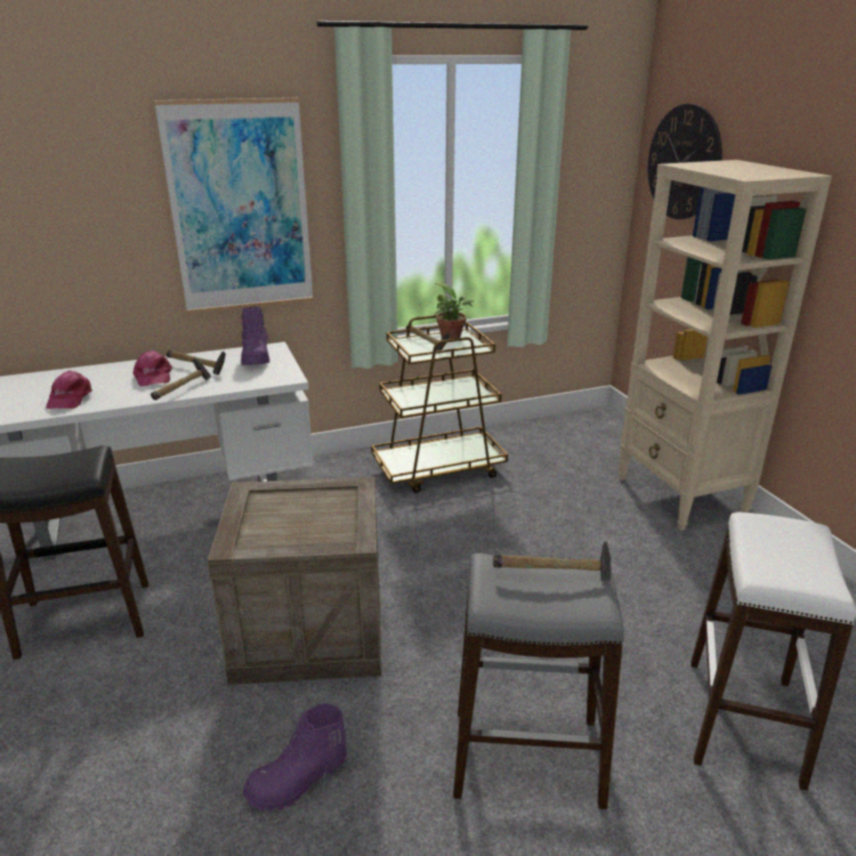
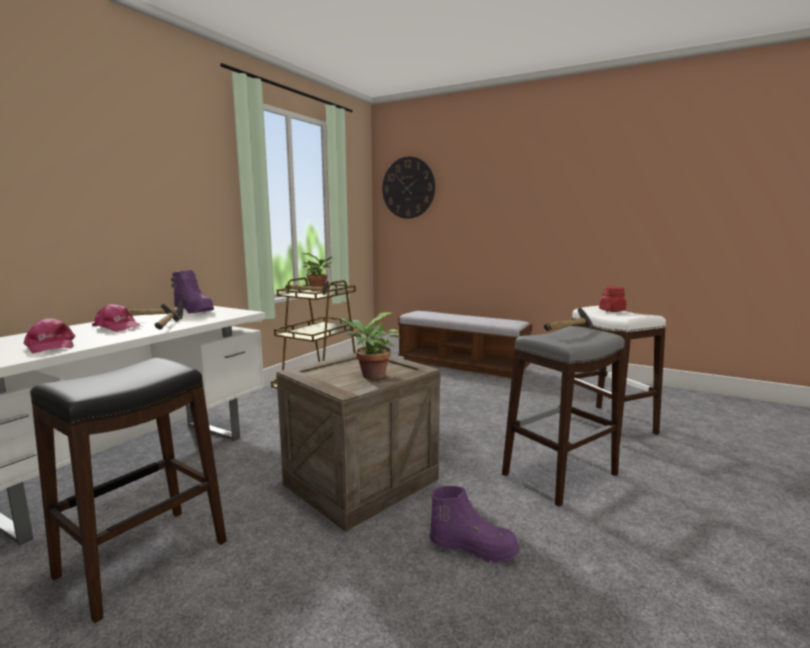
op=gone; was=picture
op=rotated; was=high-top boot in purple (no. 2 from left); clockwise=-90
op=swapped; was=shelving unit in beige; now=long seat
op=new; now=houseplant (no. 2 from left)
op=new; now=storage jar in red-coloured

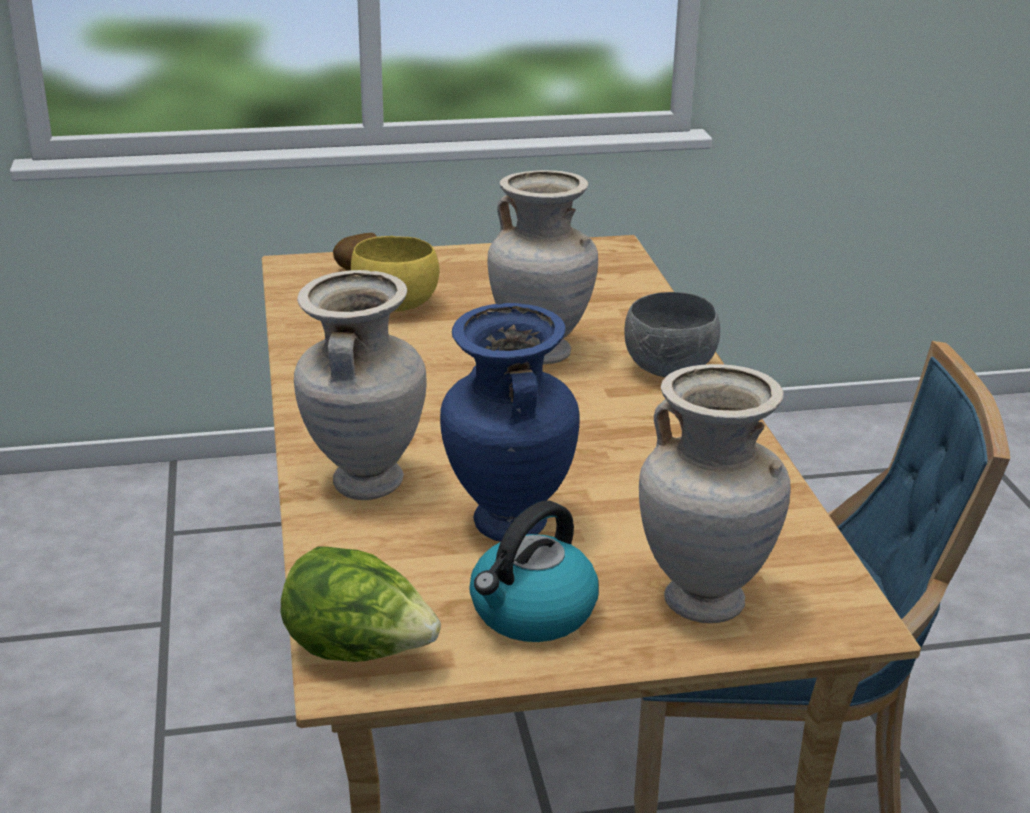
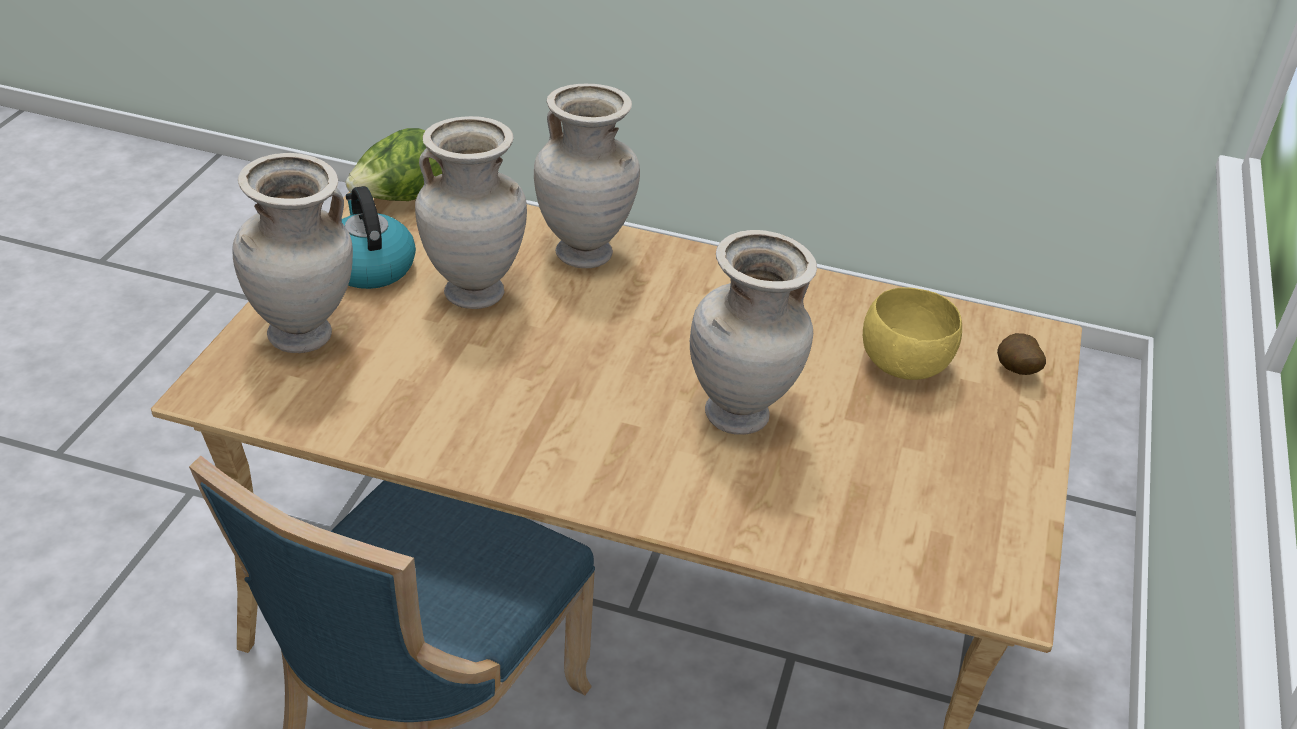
op=repainted; was=flower vase in bluish; now=flower vase in beige (no. 2 from left)
op=gone; was=serving bowl in grey

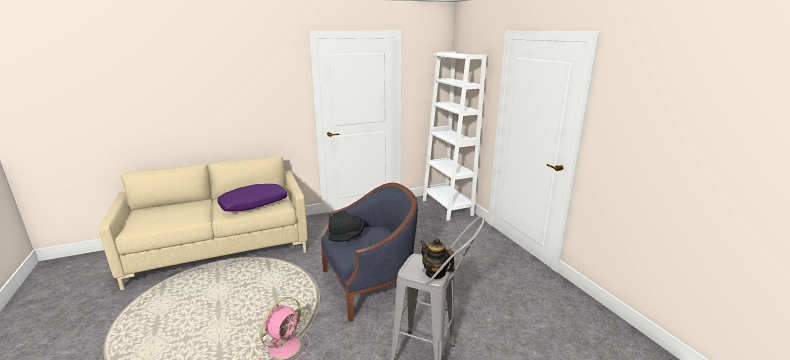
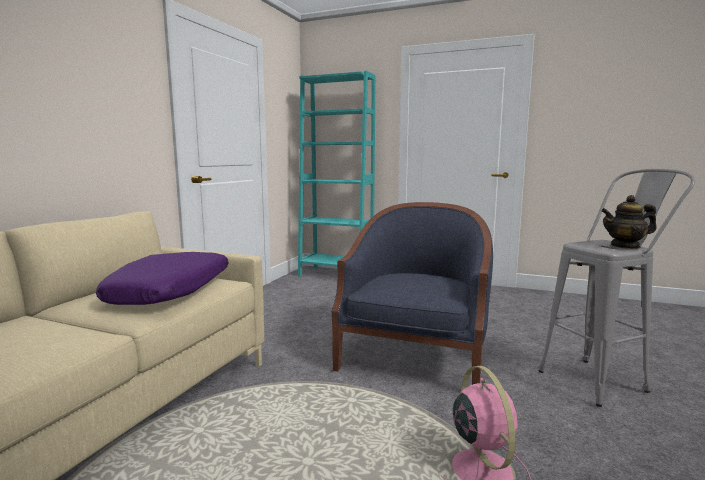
op=gone; was=hat in black-coloured
op=repainted; was=shelving unit in white; now=shelving unit in blue-green

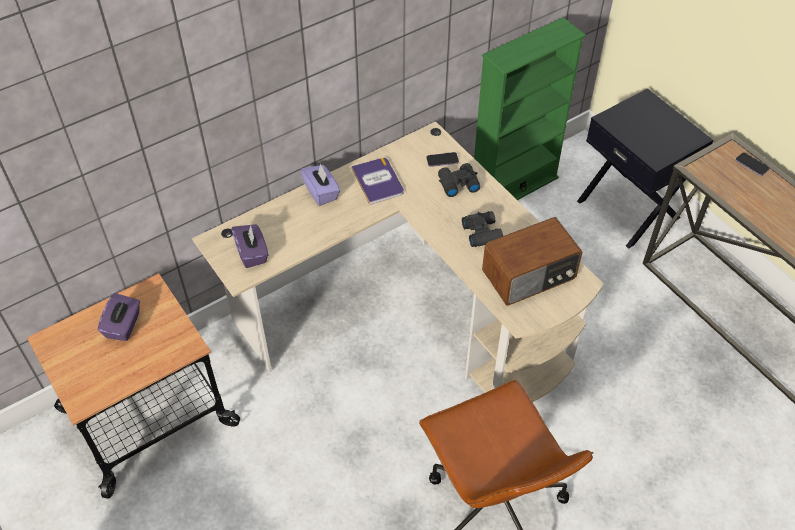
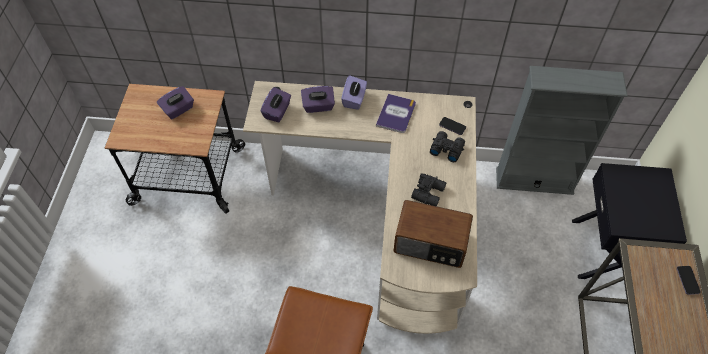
op=repainted; was=shelving unit in green-coloured; now=shelving unit in grey
op=new; now=tissue holder in purple (no. 3 from left)

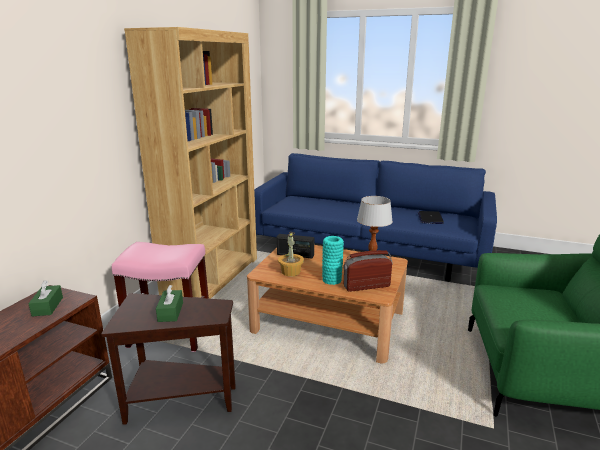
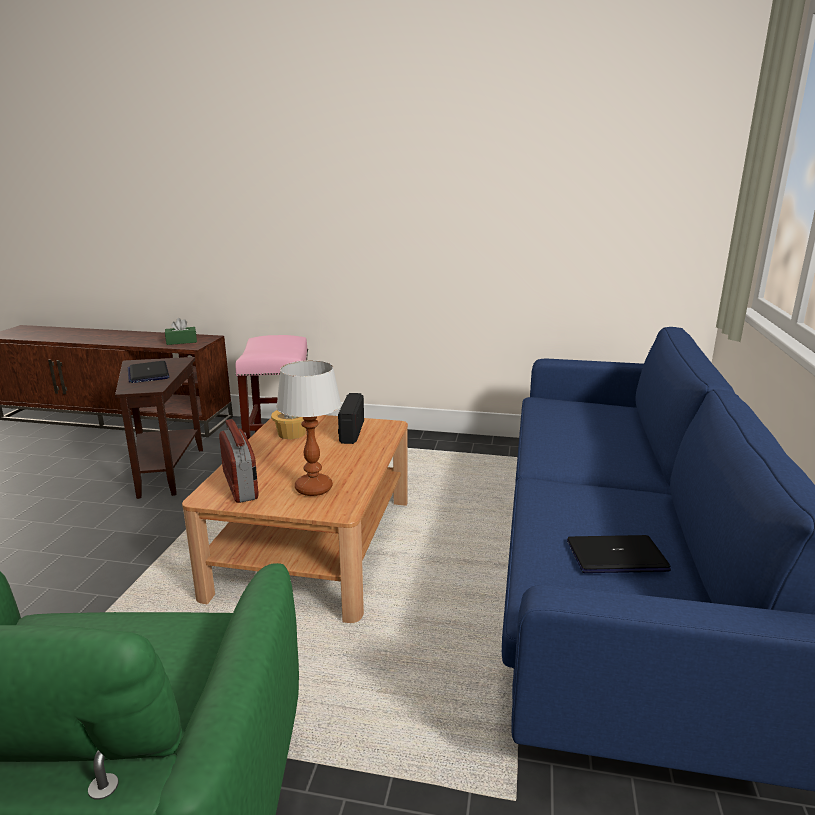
op=gone; was=shelving unit in brown
op=swapped; was=tissue holder in green-coloured (no. 2 from left); now=notebook computer (no. 1 from left)
op=gone; was=flower vase in blue-green

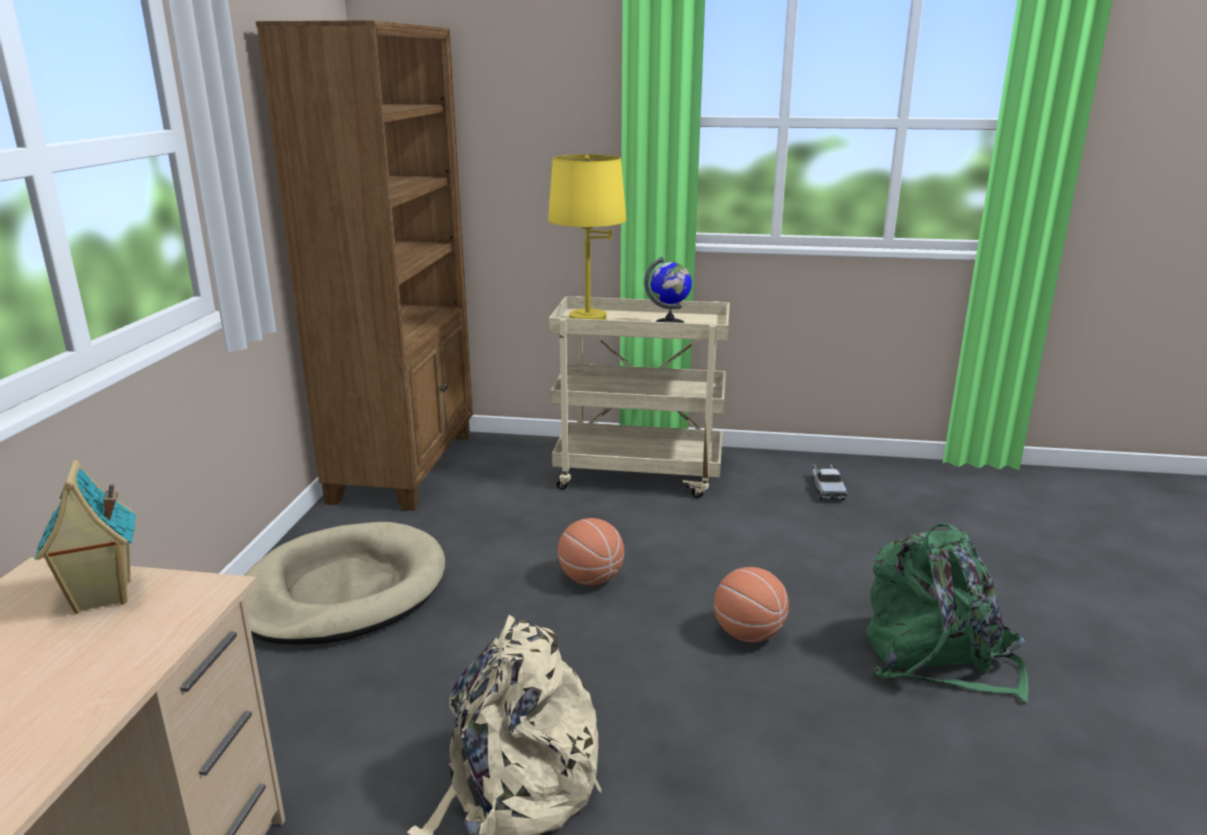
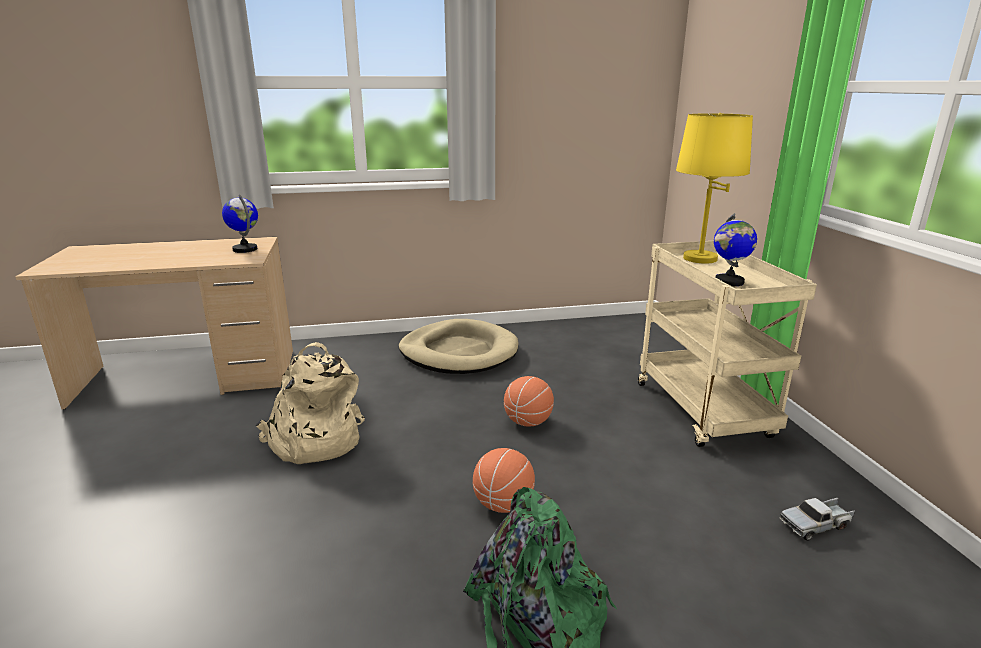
op=swapped; was=toy house; now=desk globe (no. 1 from left)
op=gone; was=shelving unit in brown

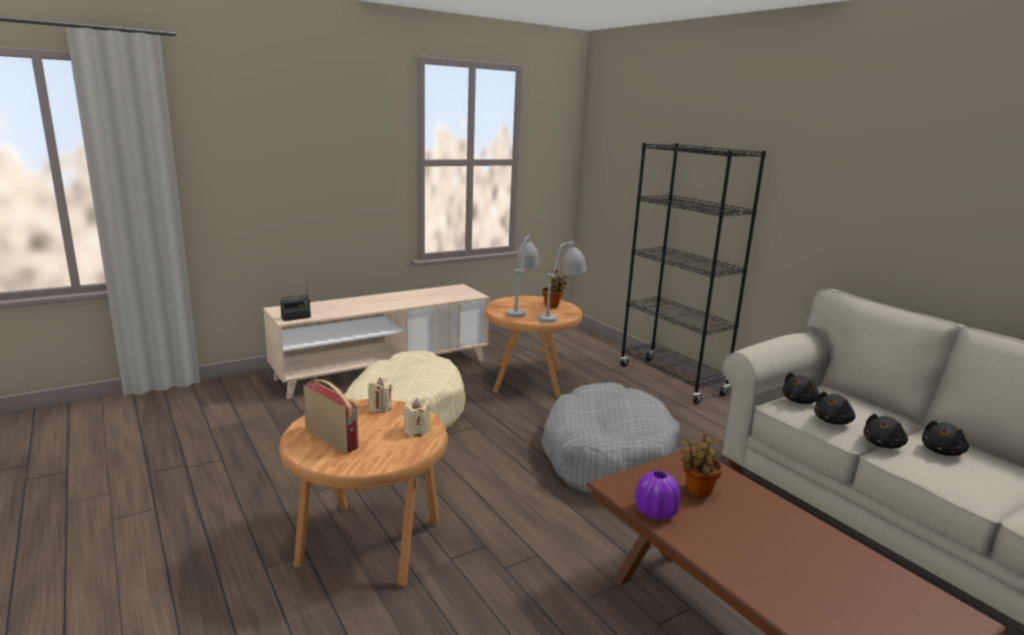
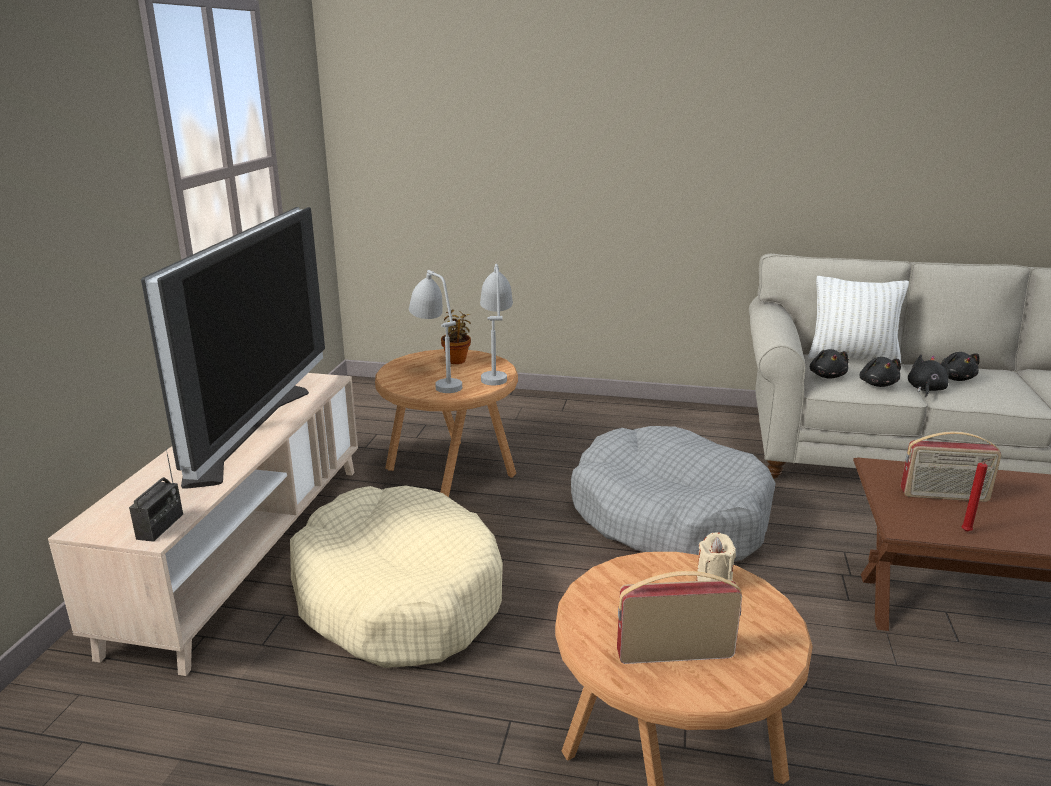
op=gone; was=wax light in beige (no. 1 from left)
op=gone; was=shelving unit in black-coloured
op=swapped; was=flower vase in purple; now=wax light in red-coloured
op=swapped; was=houseplant (no. 2 from left); now=radio (no. 3 from left)
op=rotated; was=plush toy in black-coloured (no. 3 from left); clockwise=-150
op=new; now=TV
op=new; now=cushion in white

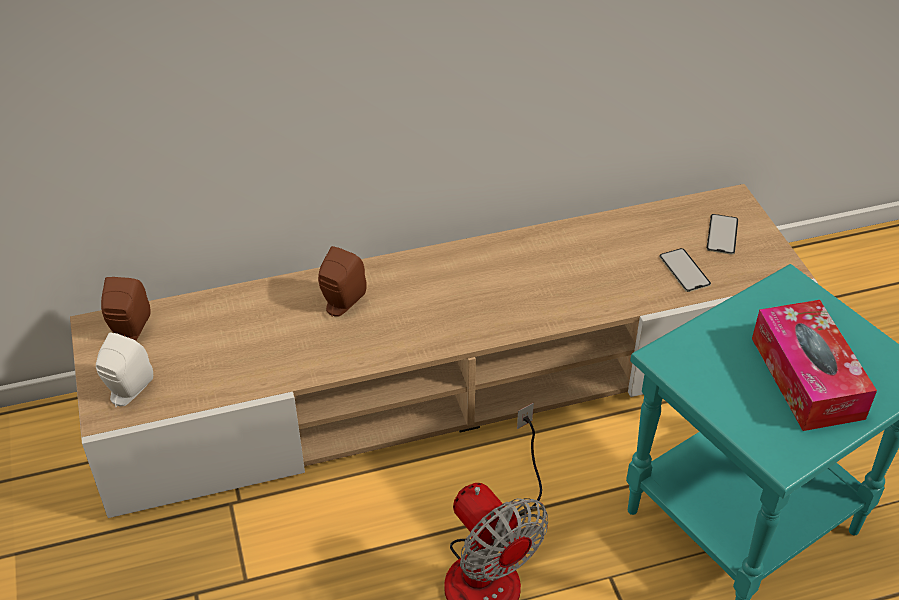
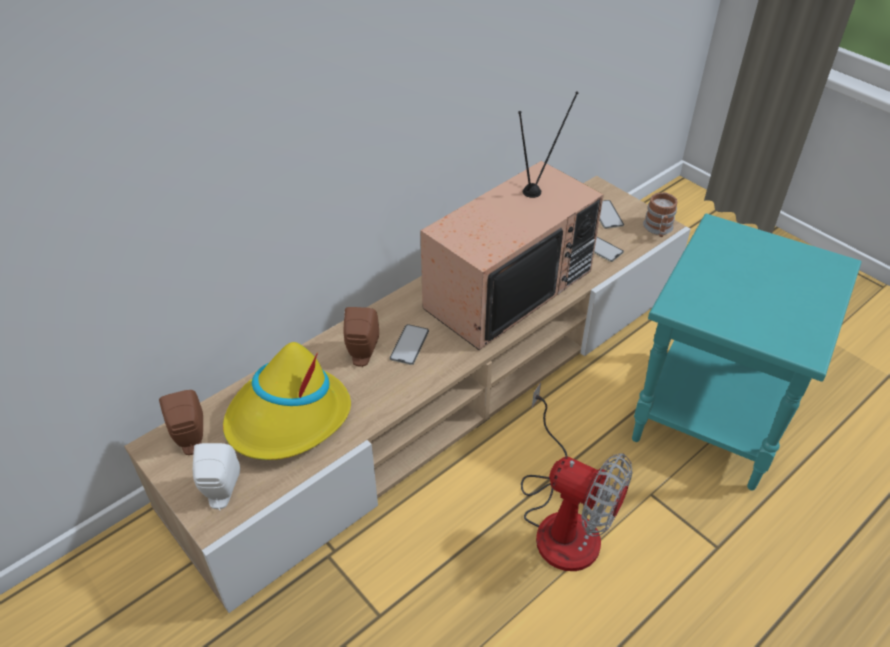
op=gone; was=tissue holder
op=new; now=hat in yellowish
op=new; now=handset (no. 1 from left)
op=new; now=TV
op=new; now=coffee mug

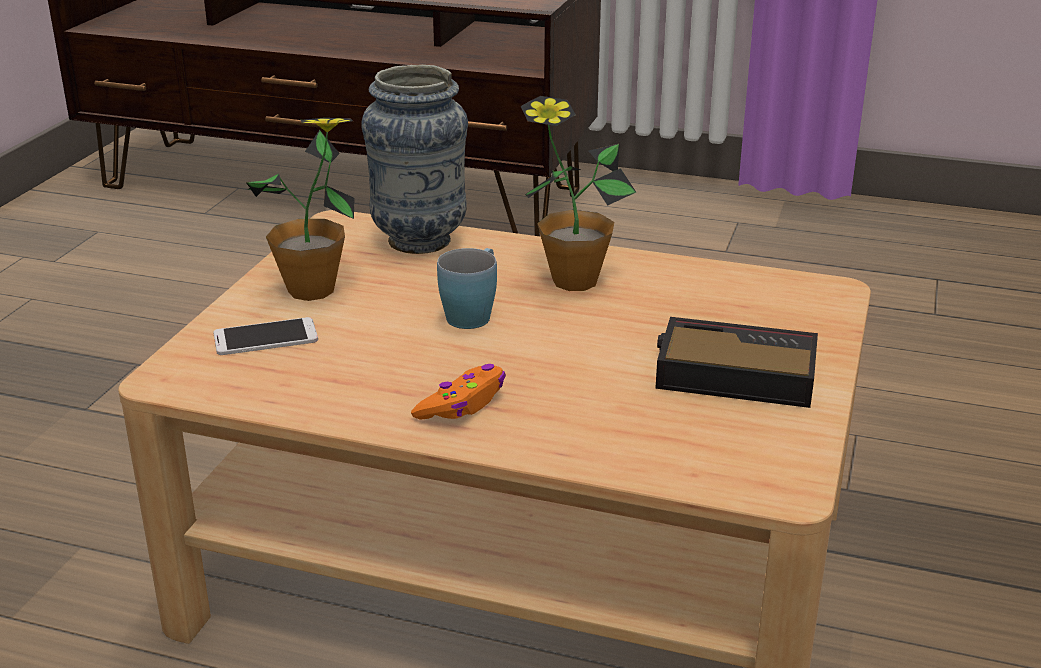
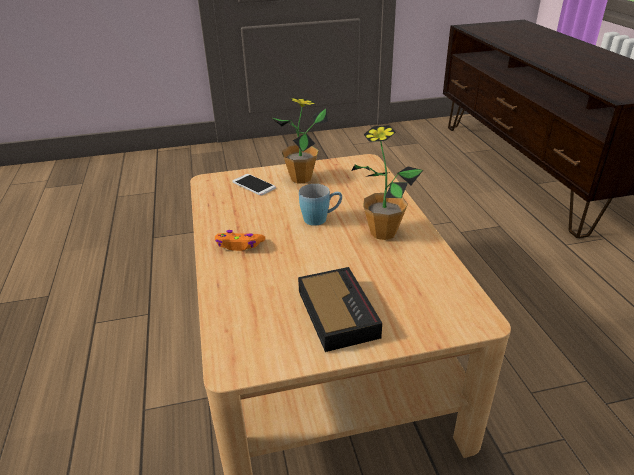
op=gone; was=flower vase

